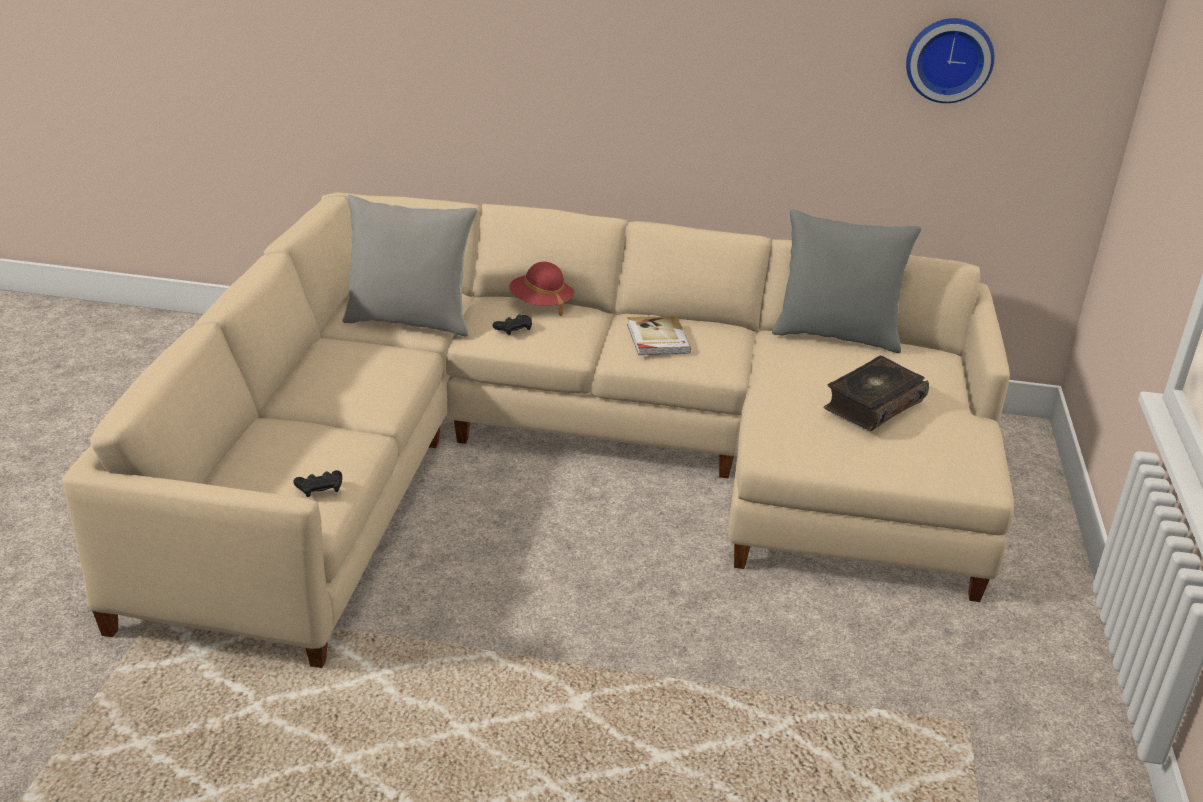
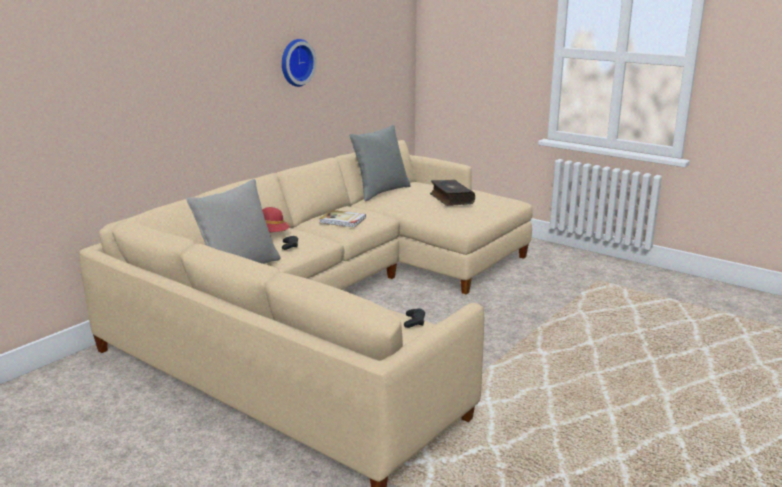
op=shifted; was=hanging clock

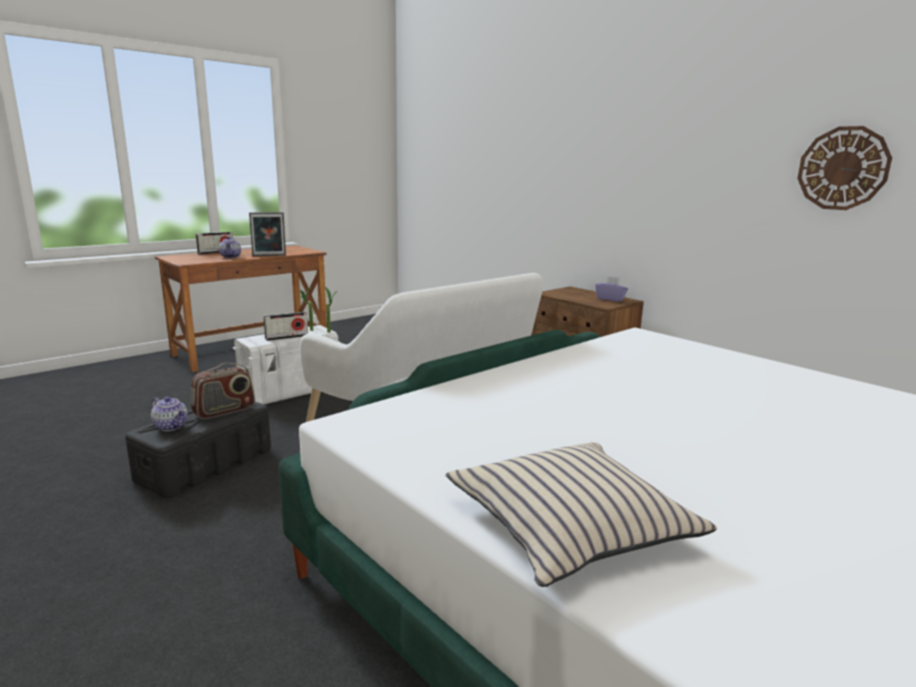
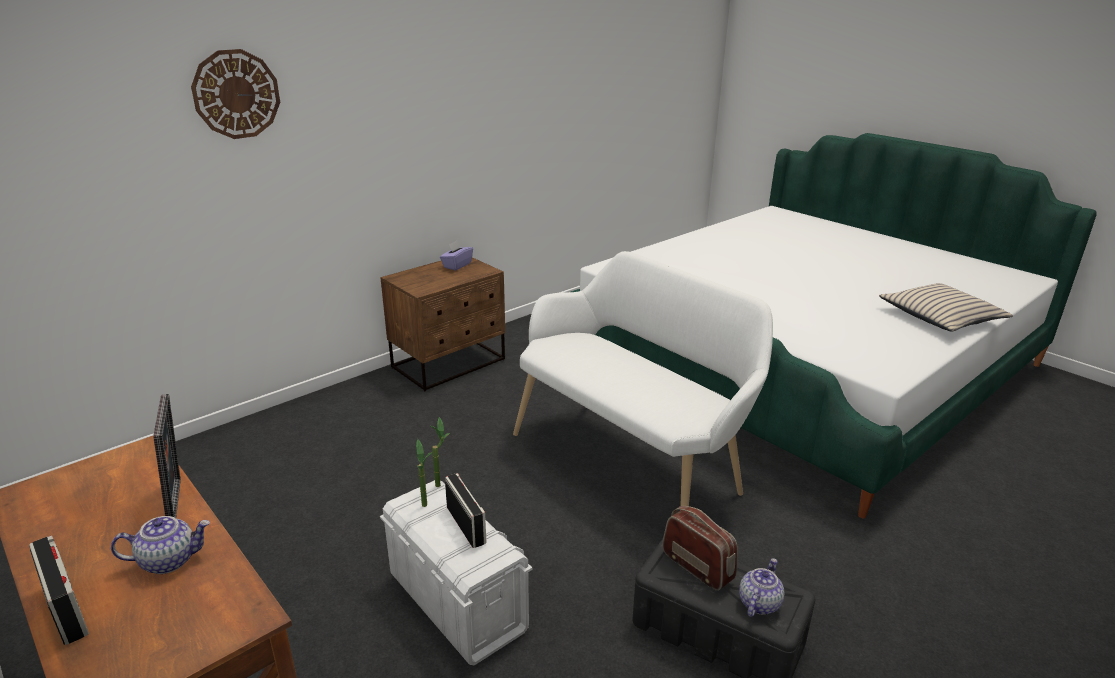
op=shifted; was=hanging clock

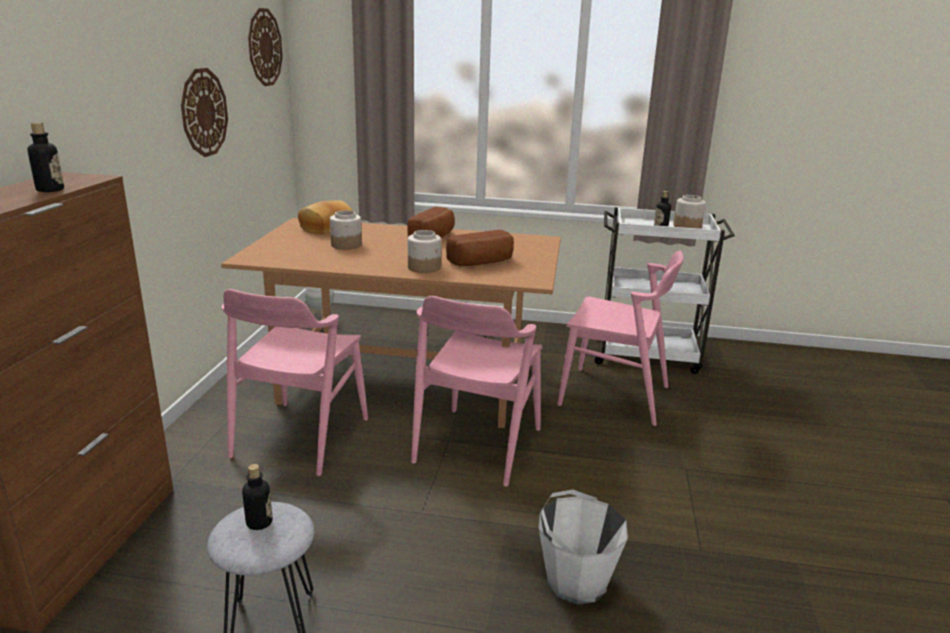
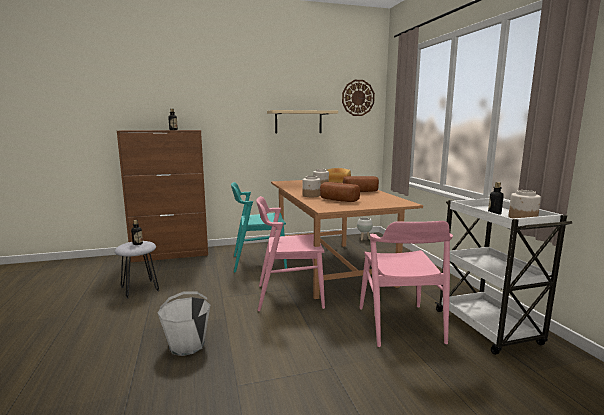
op=swapped; was=hanging clock (no. 1 from left); now=bracket shelf in beige
op=repainted; was=upright chair in pink (no. 1 from left); now=upright chair in blue-green

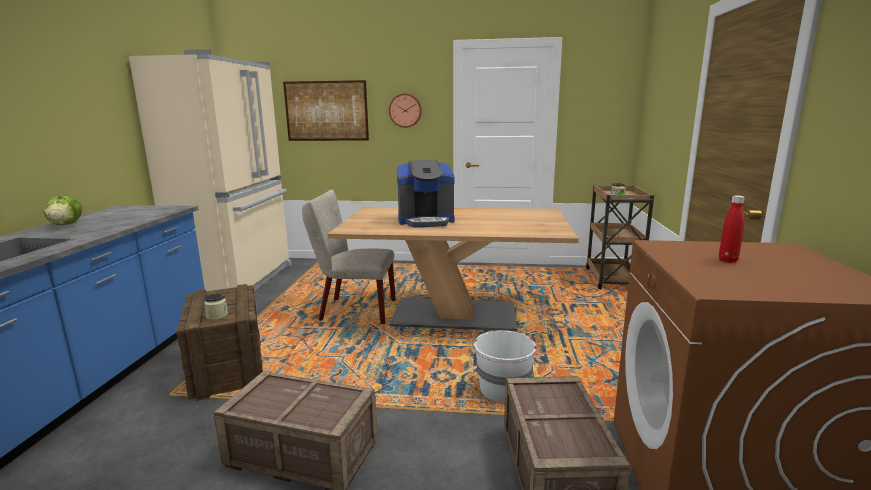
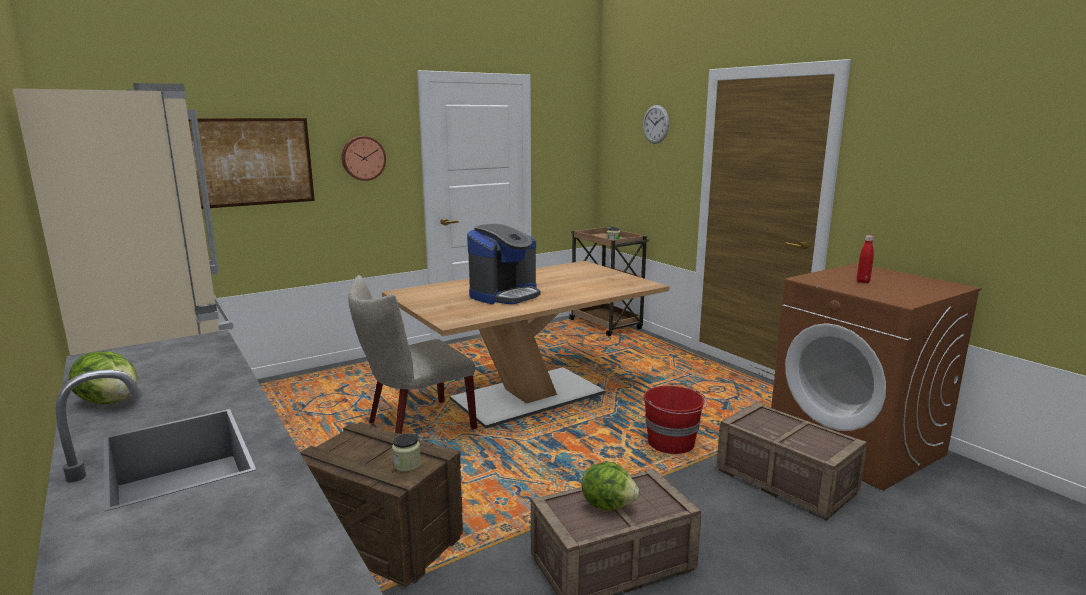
op=repainted; was=pail in white; now=pail in red-coloured
op=new; now=lettuce head (no. 2 from left)
op=new; now=hanging clock (no. 2 from left)

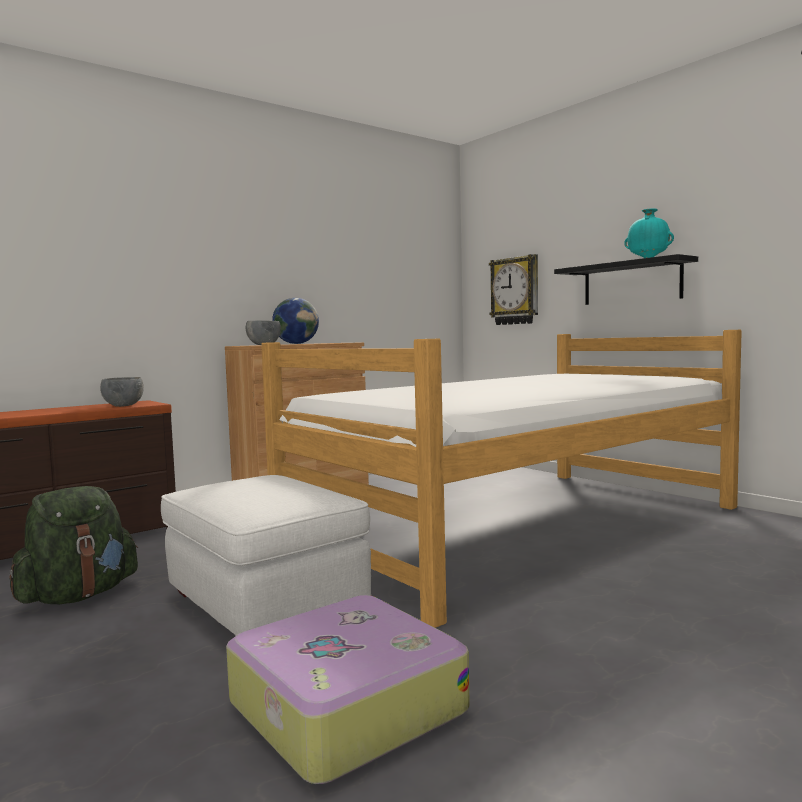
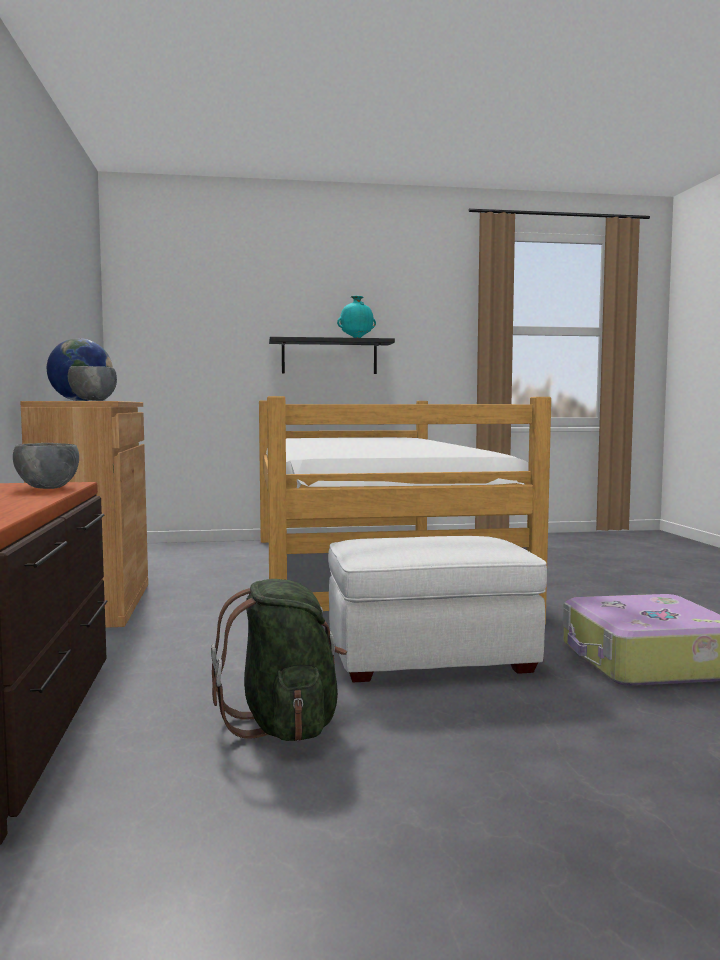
op=gone; was=hanging clock

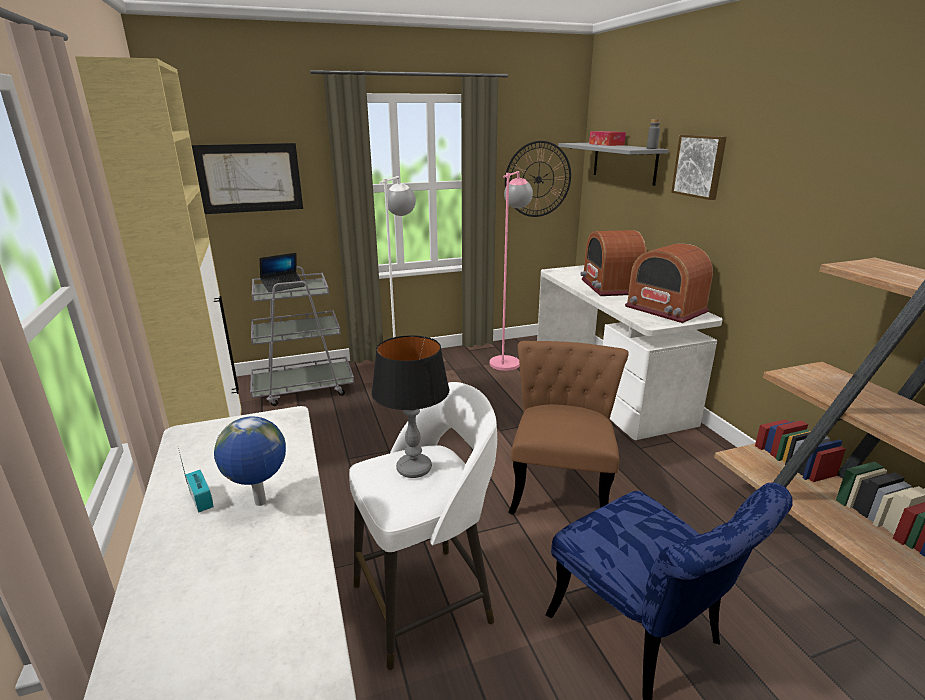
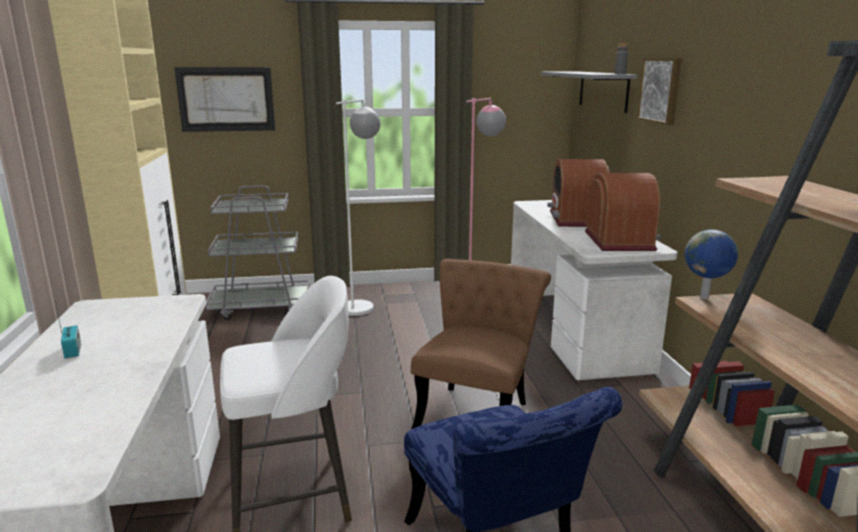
op=shifted; was=desk globe
op=gone; was=notebook computer
op=gone; was=tabletop lamp
op=gone; was=hanging clock
op=gone; was=tissue holder
op=rotated; was=radio (no. 3 from left); clockwise=-150

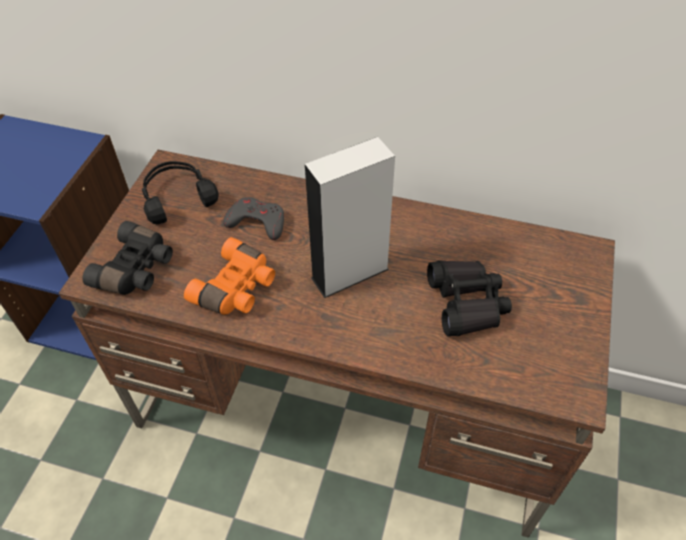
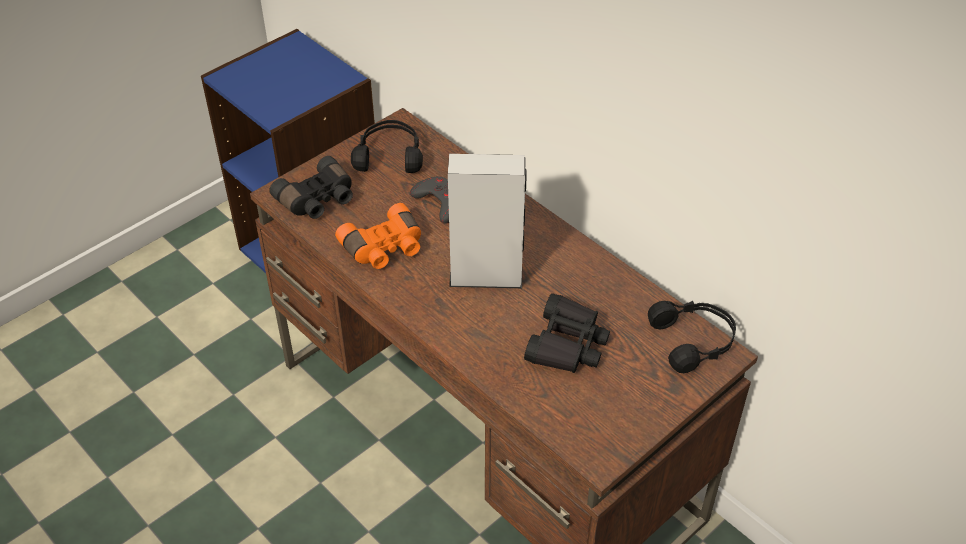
op=new; now=pair of headphones in black-coloured (no. 2 from left)

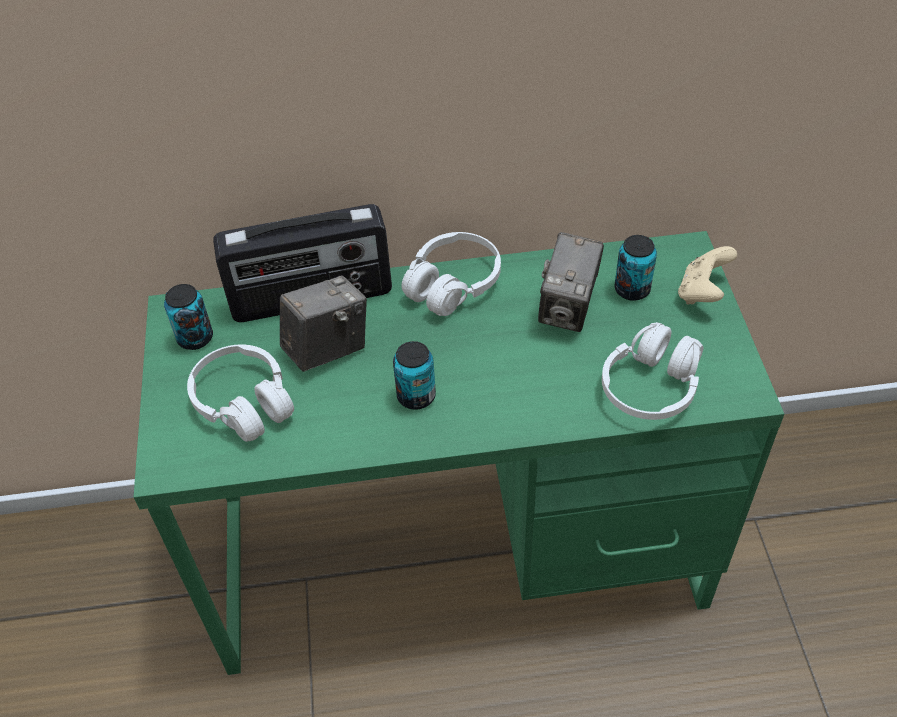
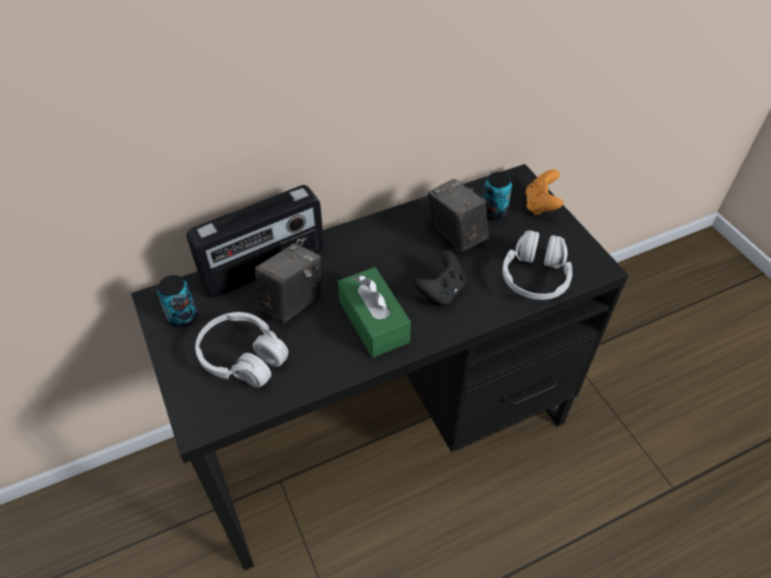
op=repainted; was=desk table in green-coloured; now=desk table in black-coloured
op=swapped; was=can (no. 2 from left); now=tissue holder in green-coloured
op=gone; was=pair of headphones in white (no. 2 from left)
op=rotated; was=photo camera (no. 2 from left); clockwise=150
op=repainted; was=joypad in beige; now=joypad in orange-coloured
op=new; now=joypad in black-coloured

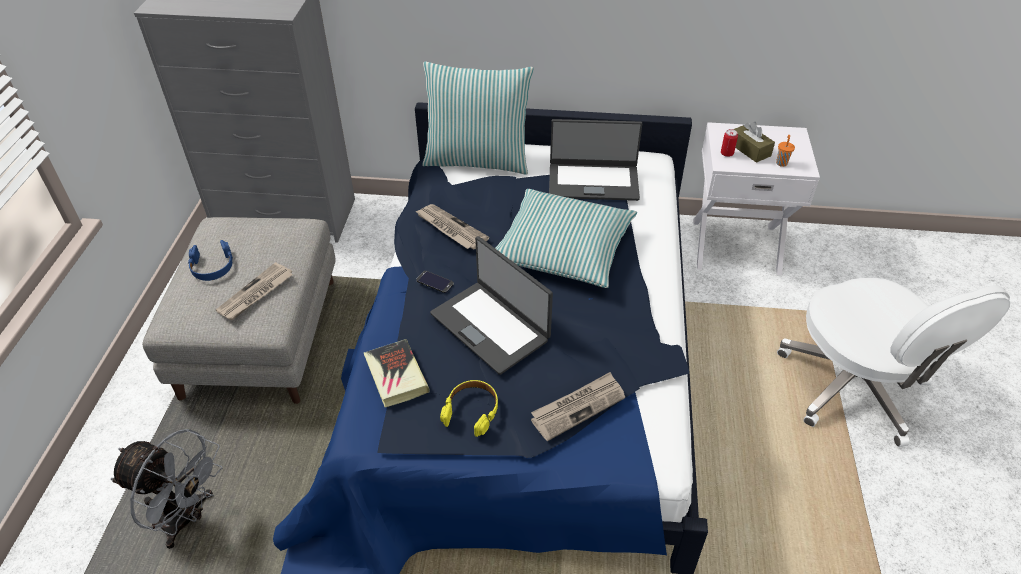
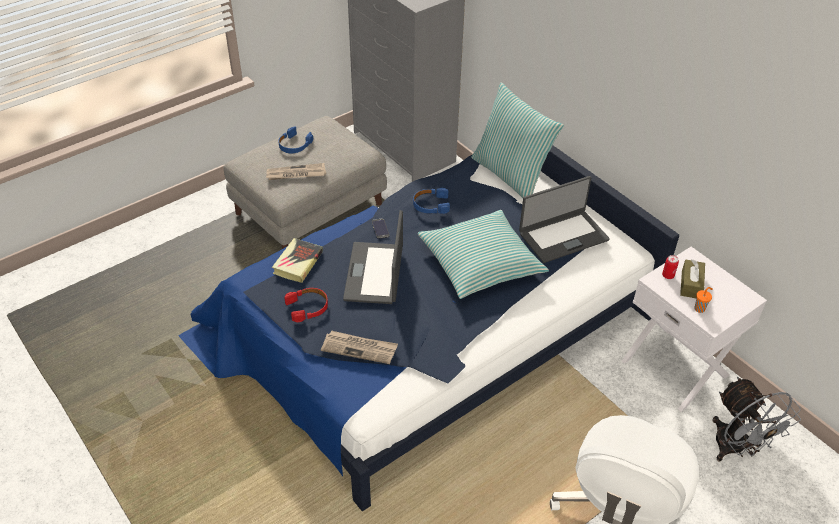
op=shifted; was=electric fan in grey
op=swapped; was=newspaper (no. 2 from left); now=pair of headphones in bluish (no. 2 from left)
op=repainted; was=pair of headphones in yellowish; now=pair of headphones in red-coloured
op=rotated; was=notebook computer (no. 2 from left); clockwise=-75

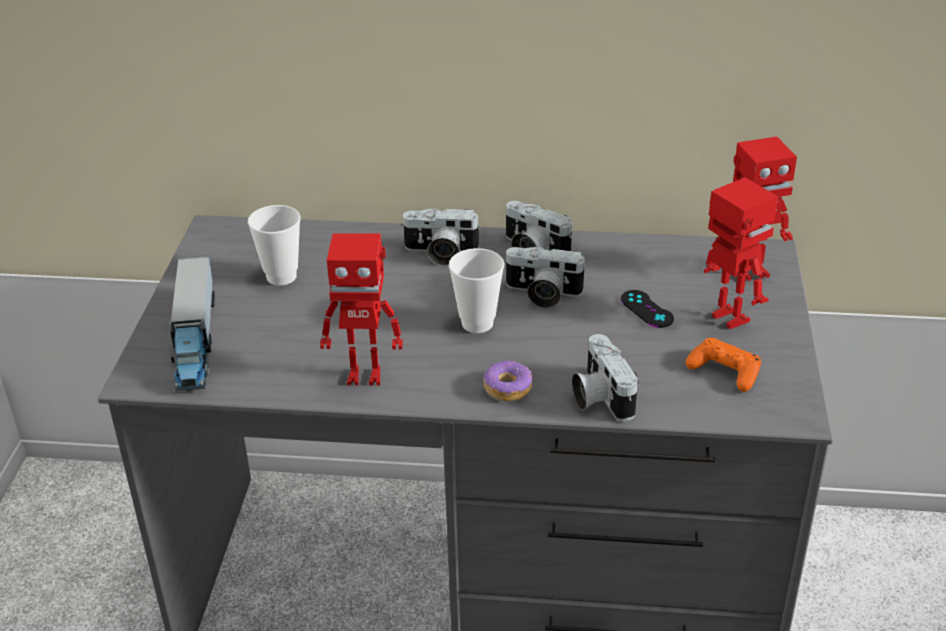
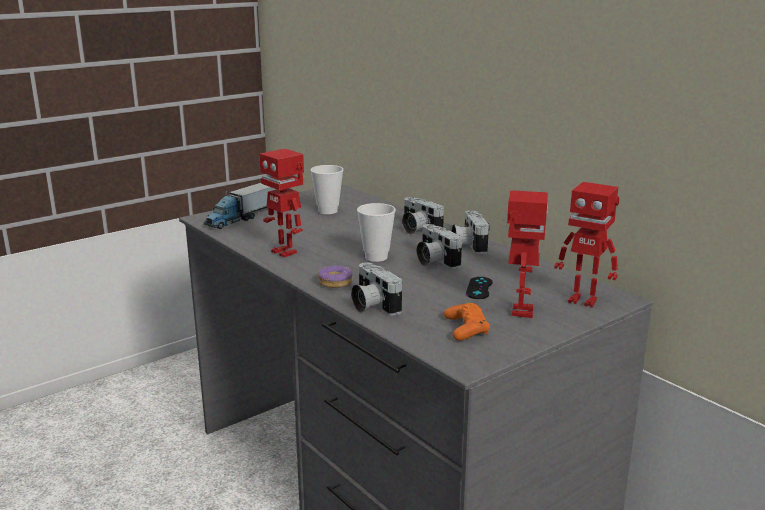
op=rotated; was=photo camera (no. 4 from left in the first image); clockwise=-60

